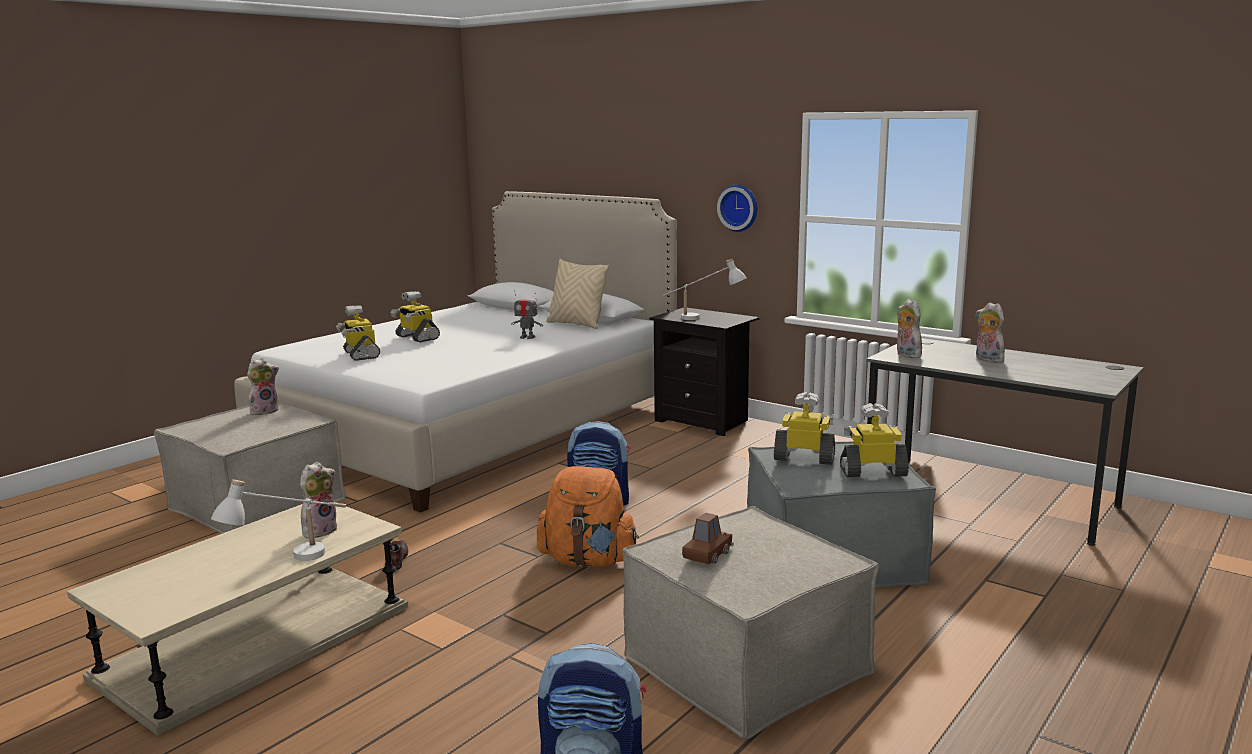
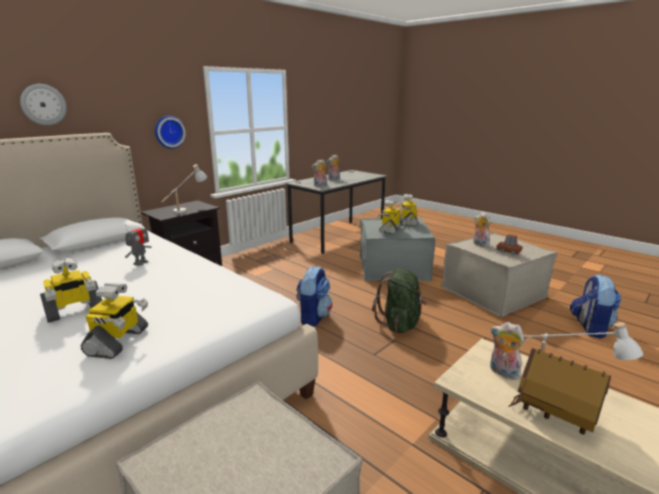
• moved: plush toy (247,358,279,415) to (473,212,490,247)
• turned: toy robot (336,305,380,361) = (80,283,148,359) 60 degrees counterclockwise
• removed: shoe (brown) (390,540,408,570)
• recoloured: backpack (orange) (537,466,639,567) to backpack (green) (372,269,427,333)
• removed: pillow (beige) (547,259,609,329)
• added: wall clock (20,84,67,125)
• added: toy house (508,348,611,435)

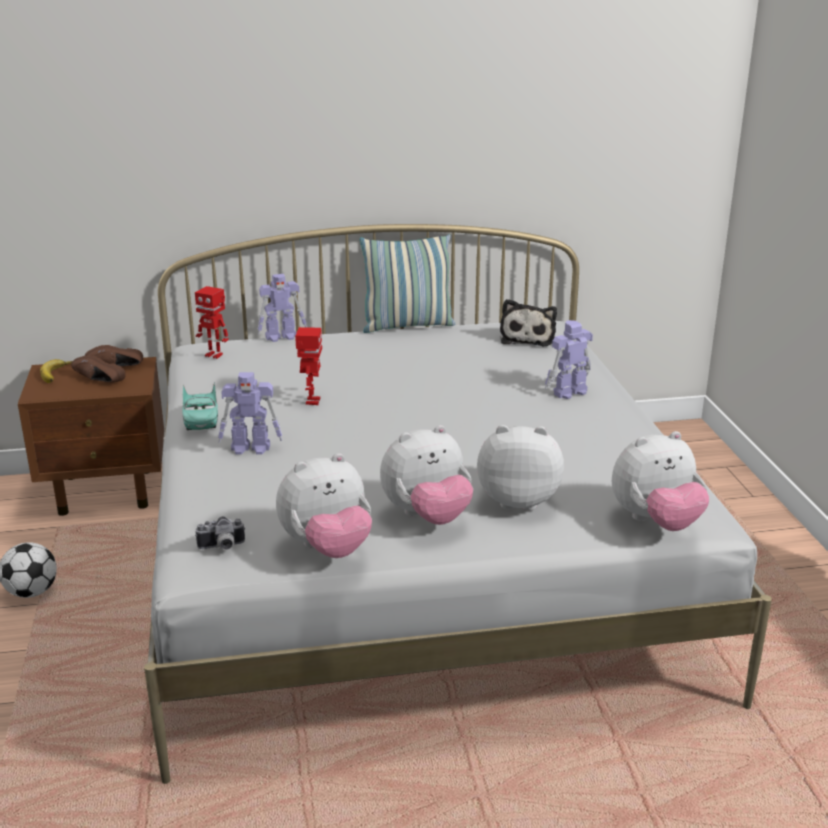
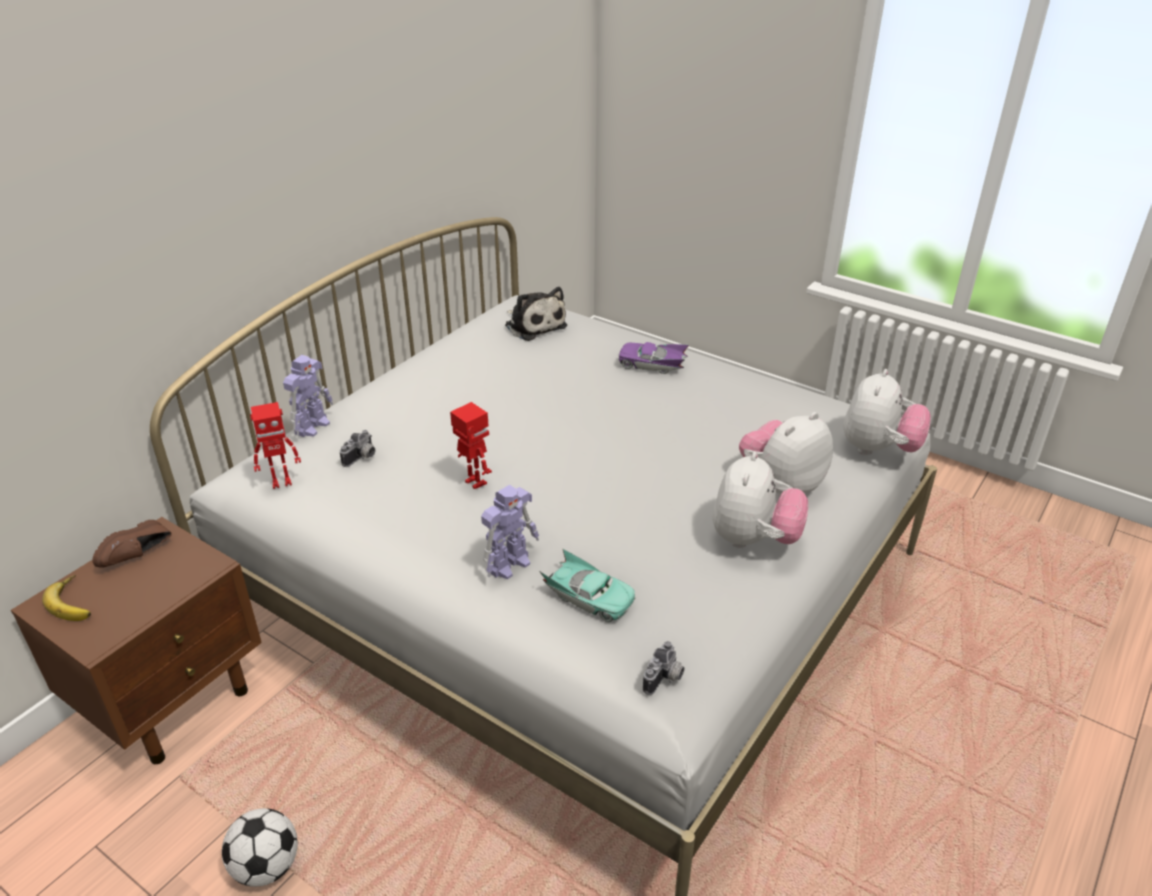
• removed: shoe (brown) (71,355,126,382)
• moved: toy car (turquoise) (182,382,218,430) to (539,548,635,622)
• removed: plush toy (276,453,372,558)
• removed: pillow (360,234,455,333)
• replaced: toy robot (545,320,593,399) to toy car (purple) (618,342,689,374)
• added: photo camera (340,430,375,467)

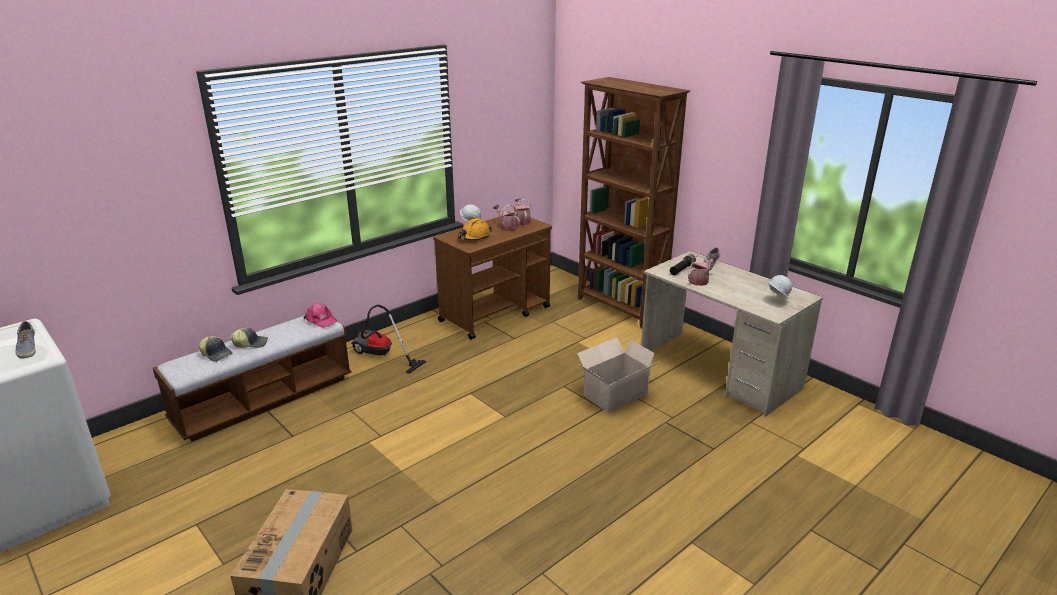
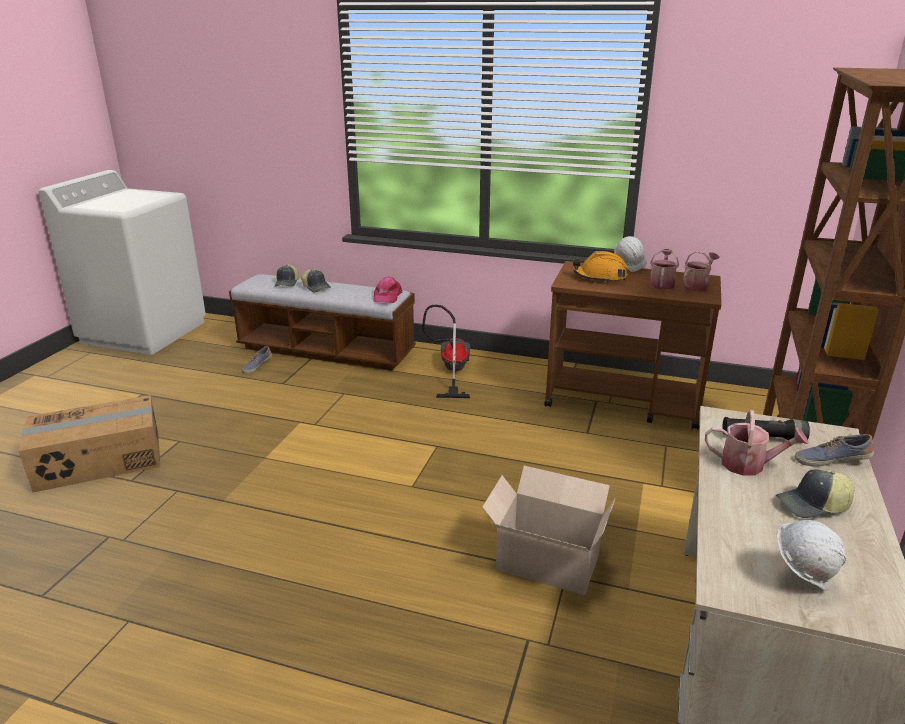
• moved: shoe (15,321,36,359) to (242,346,272,374)
• added: cap (776,469,855,518)

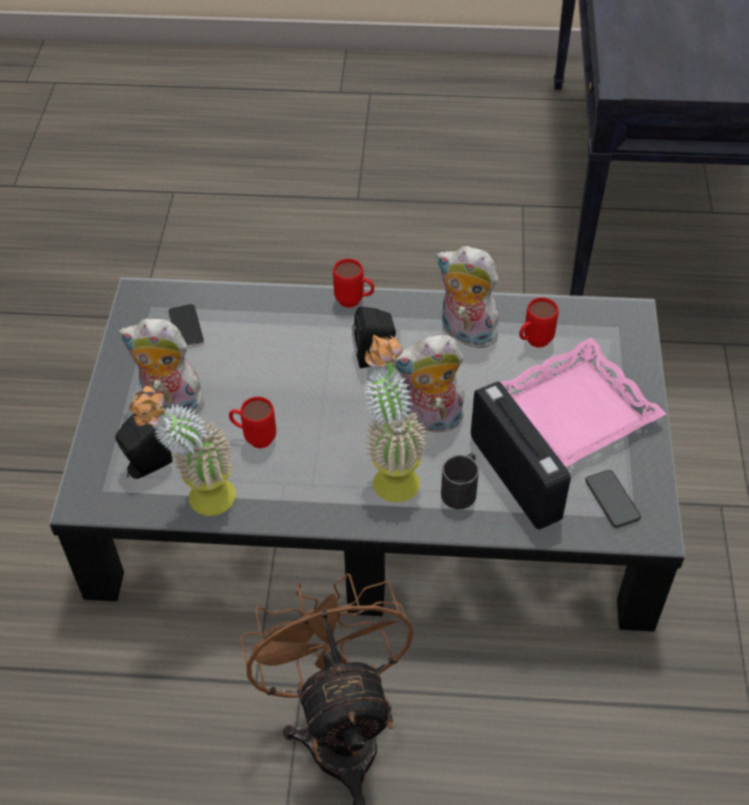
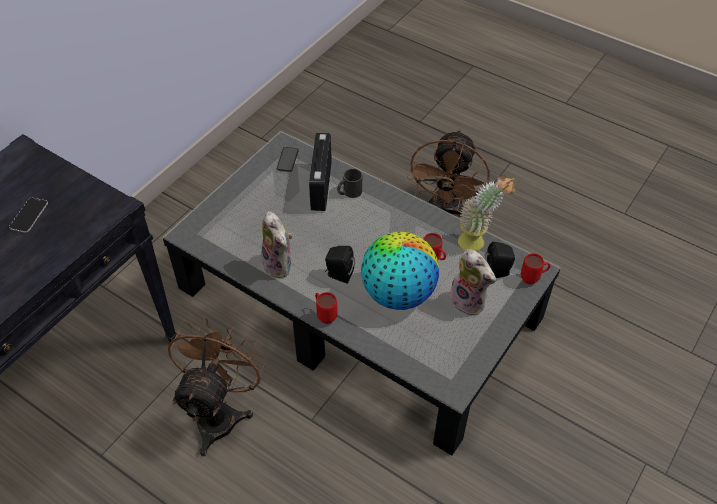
• moved: phone (168,304,205,348) to (9,198,48,233)
• removed: potted plant (364,335,428,503)
• removed: plush toy (391,335,464,433)
• removed: tray (pink) (501,338,666,467)
• moved: mug (red) (519,297,558,348) to (521,253,551,284)
• added: fan (brown) (168,318,267,456)
• added: globe (361,232,439,310)

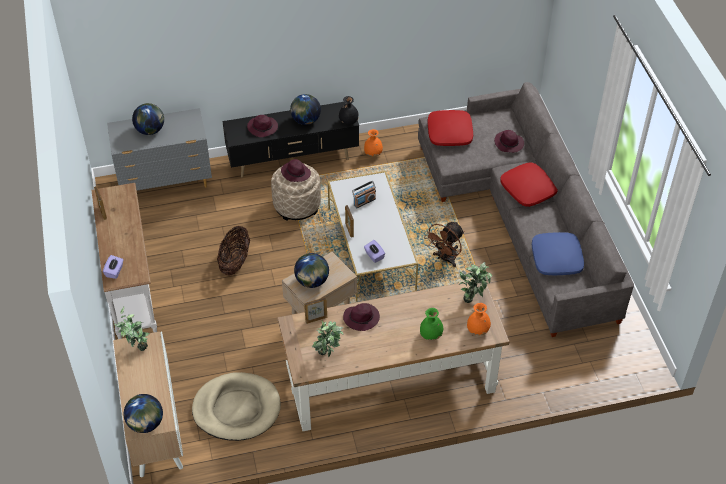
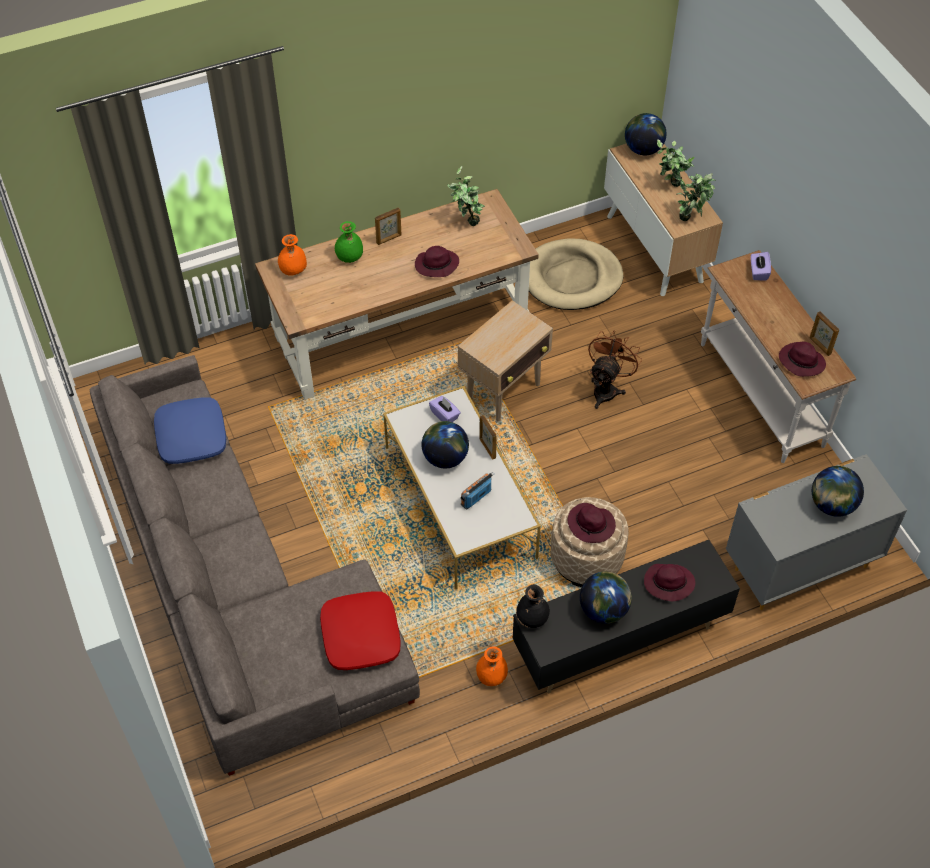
• removed: basket (217,226,250,276)
• moved: globe (294,253,329,288) to (422,421,469,468)
• moved: picture frame (304,297,327,324) to (375,207,402,245)
• moved: fan (brown) (424,222,464,267) to (588,330,642,409)
• moved: potted plant (459,262,492,303) to (657,139,695,187)
• moved: hat (purple) (494,130,524,153) to (779,342,826,377)
• removed: pillow (red) (500,162,558,207)

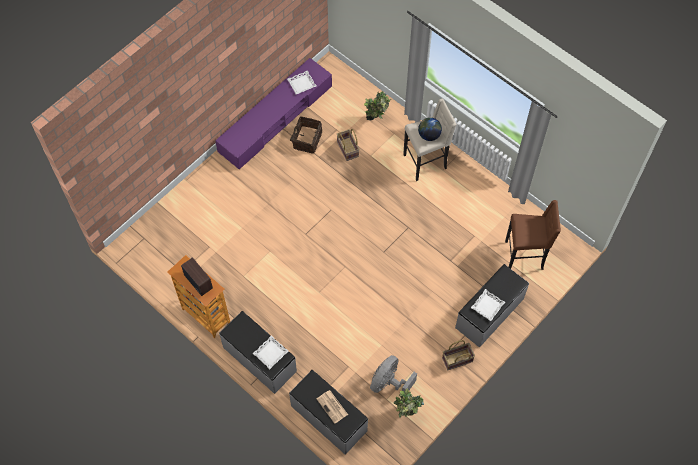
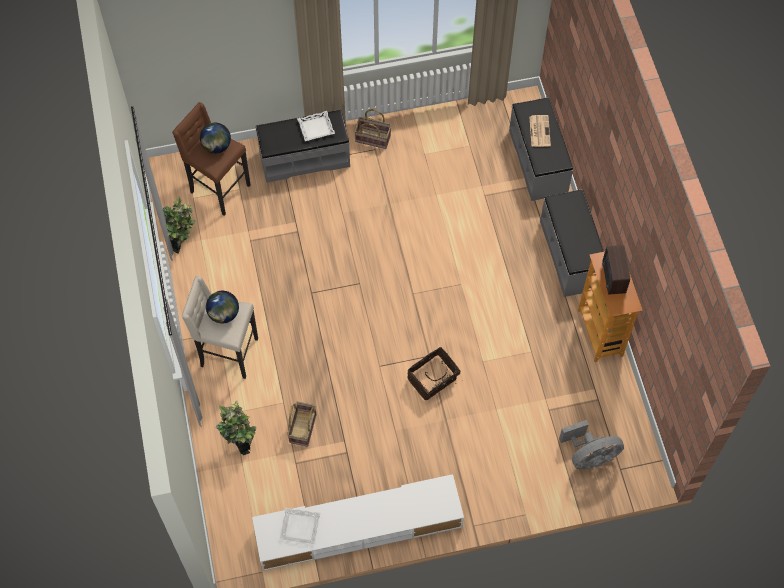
• recoloured: tv stand (purple) (215,58,332,169) to tv stand (white) (252,474,464,571)
• removed: tray (white) (252,335,288,369)
• moved: basket (285,117,322,154) to (407,347,460,400)
• moved: fan (grey) (370,355,417,393) to (559,420,624,469)
• moved: potted plant (393,388,424,418) to (163,196,196,254)
• added: globe (200,123,231,154)

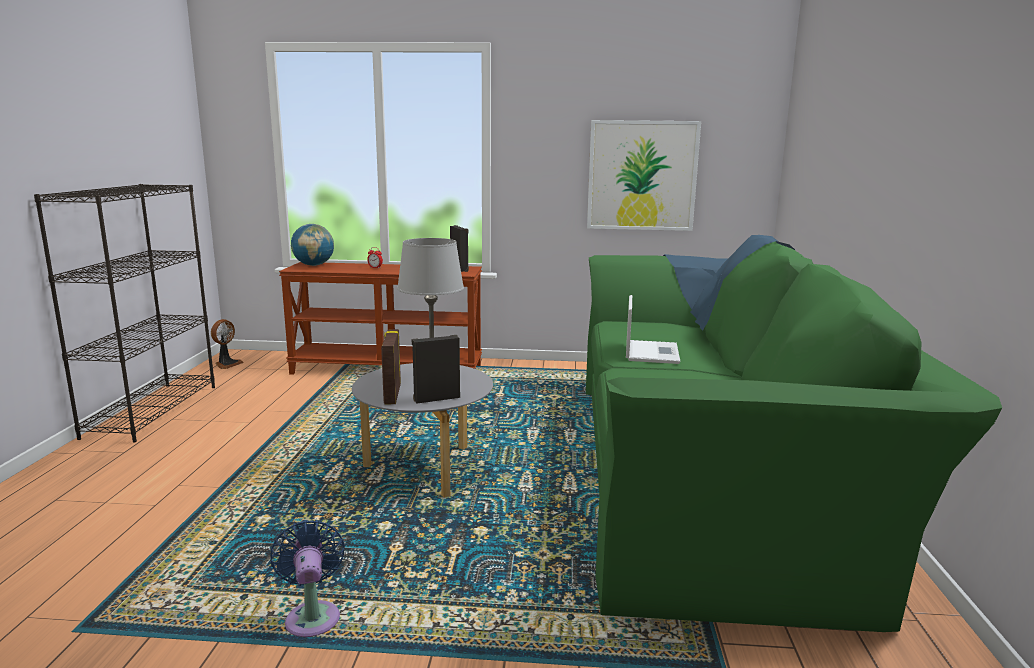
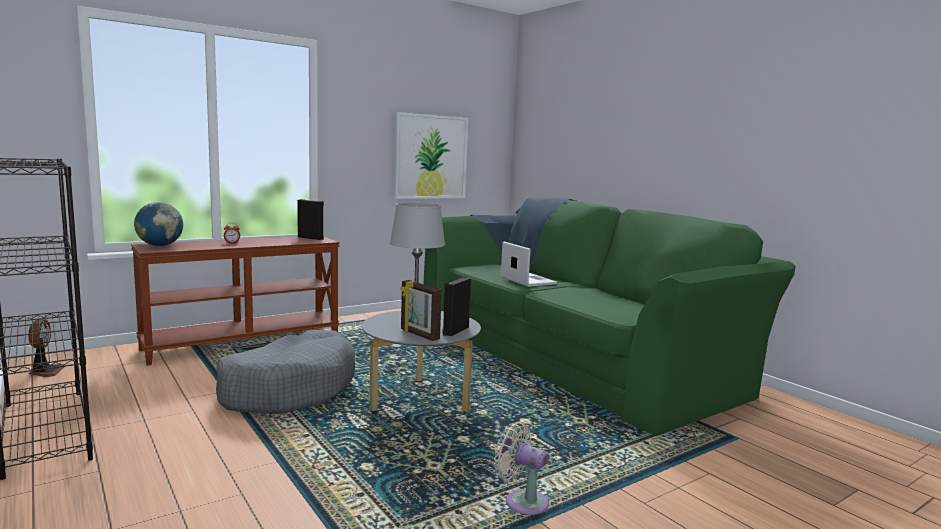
• recoloured: fan (blue) (271,520,345,637) to fan (beige) (494,422,549,515)
• added: dog bed (grey) (216,330,355,414)

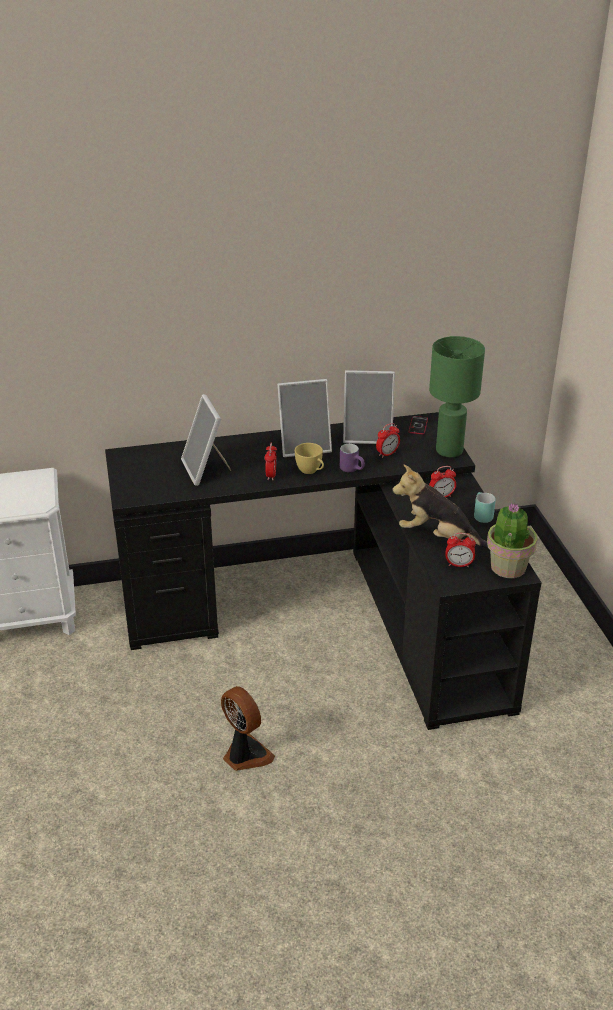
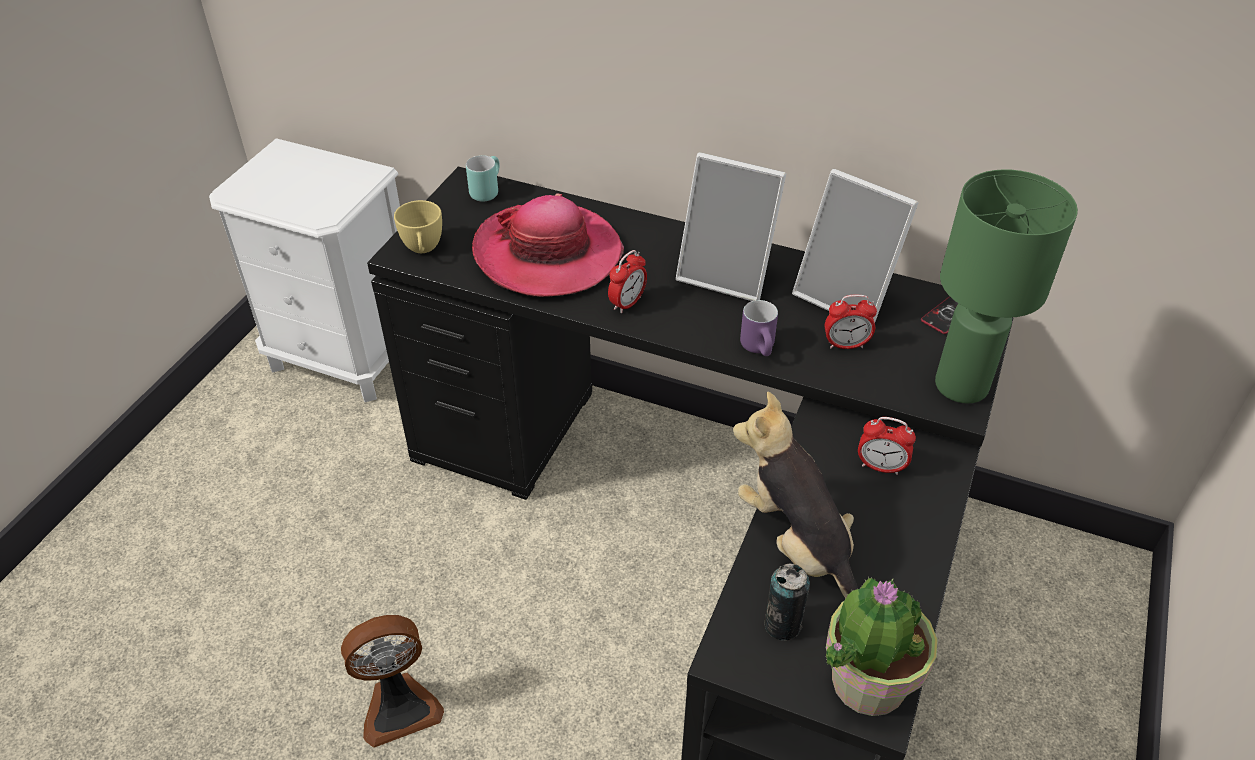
• replaced: picture frame (181,394,231,486) to hat (472,193,624,297)
• turned: fan (221,686,275,771) = (341,615,444,748) 75 degrees clockwise
• moved: cup (yellow) (295,443,324,474) to (394,200,442,253)
• replaced: alarm clock (445,533,476,568) to can (765,563,810,641)
• moved: mug (turquoise) (474,492,496,523) to (466,155,500,202)

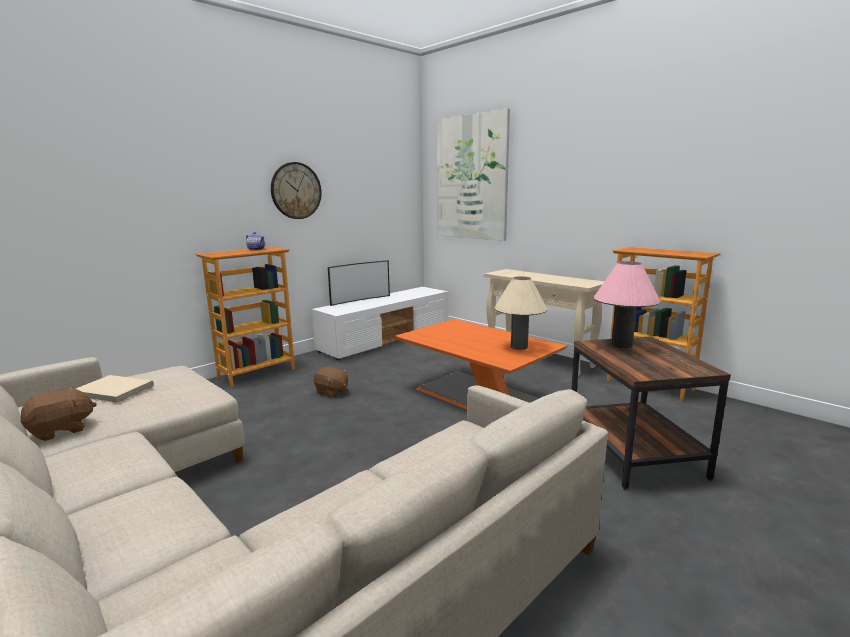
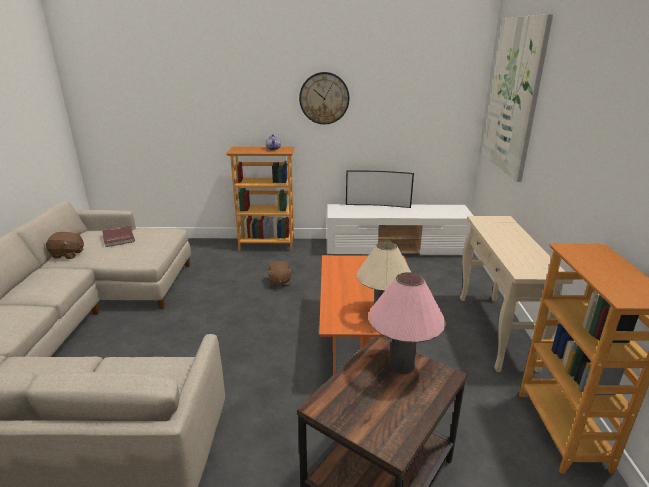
• recoloured: book (beige) (76,375,154,403) to book (red) (102,226,135,247)

